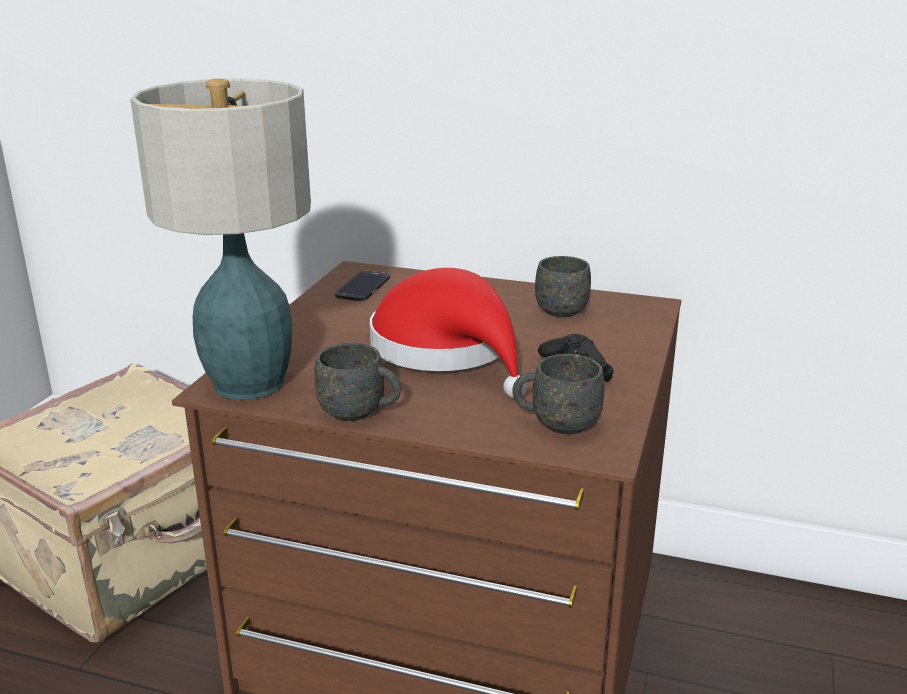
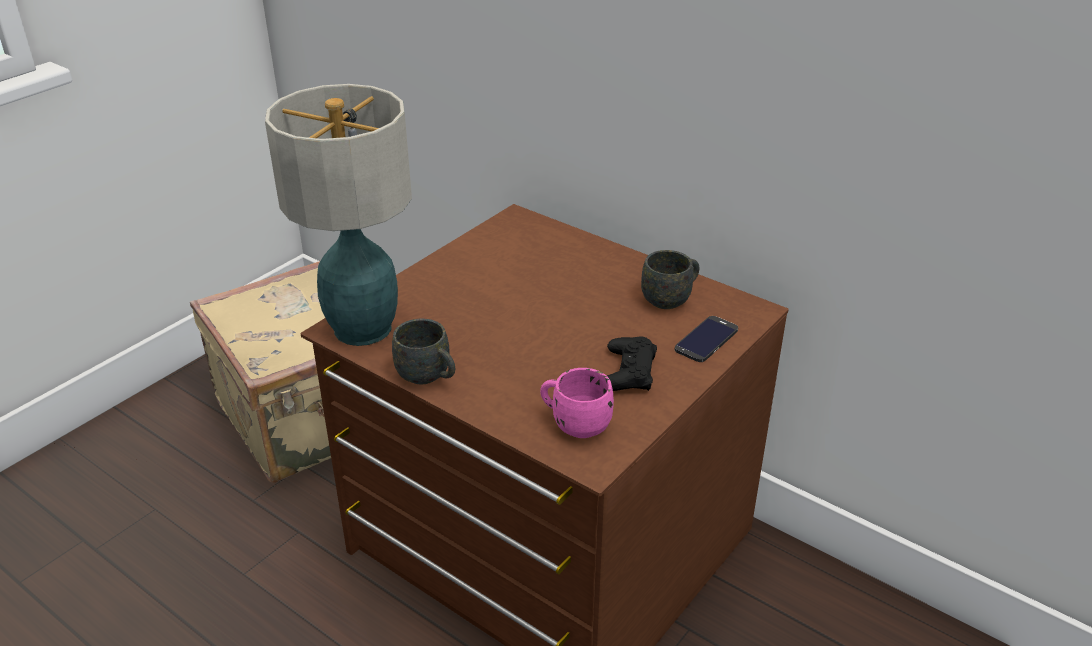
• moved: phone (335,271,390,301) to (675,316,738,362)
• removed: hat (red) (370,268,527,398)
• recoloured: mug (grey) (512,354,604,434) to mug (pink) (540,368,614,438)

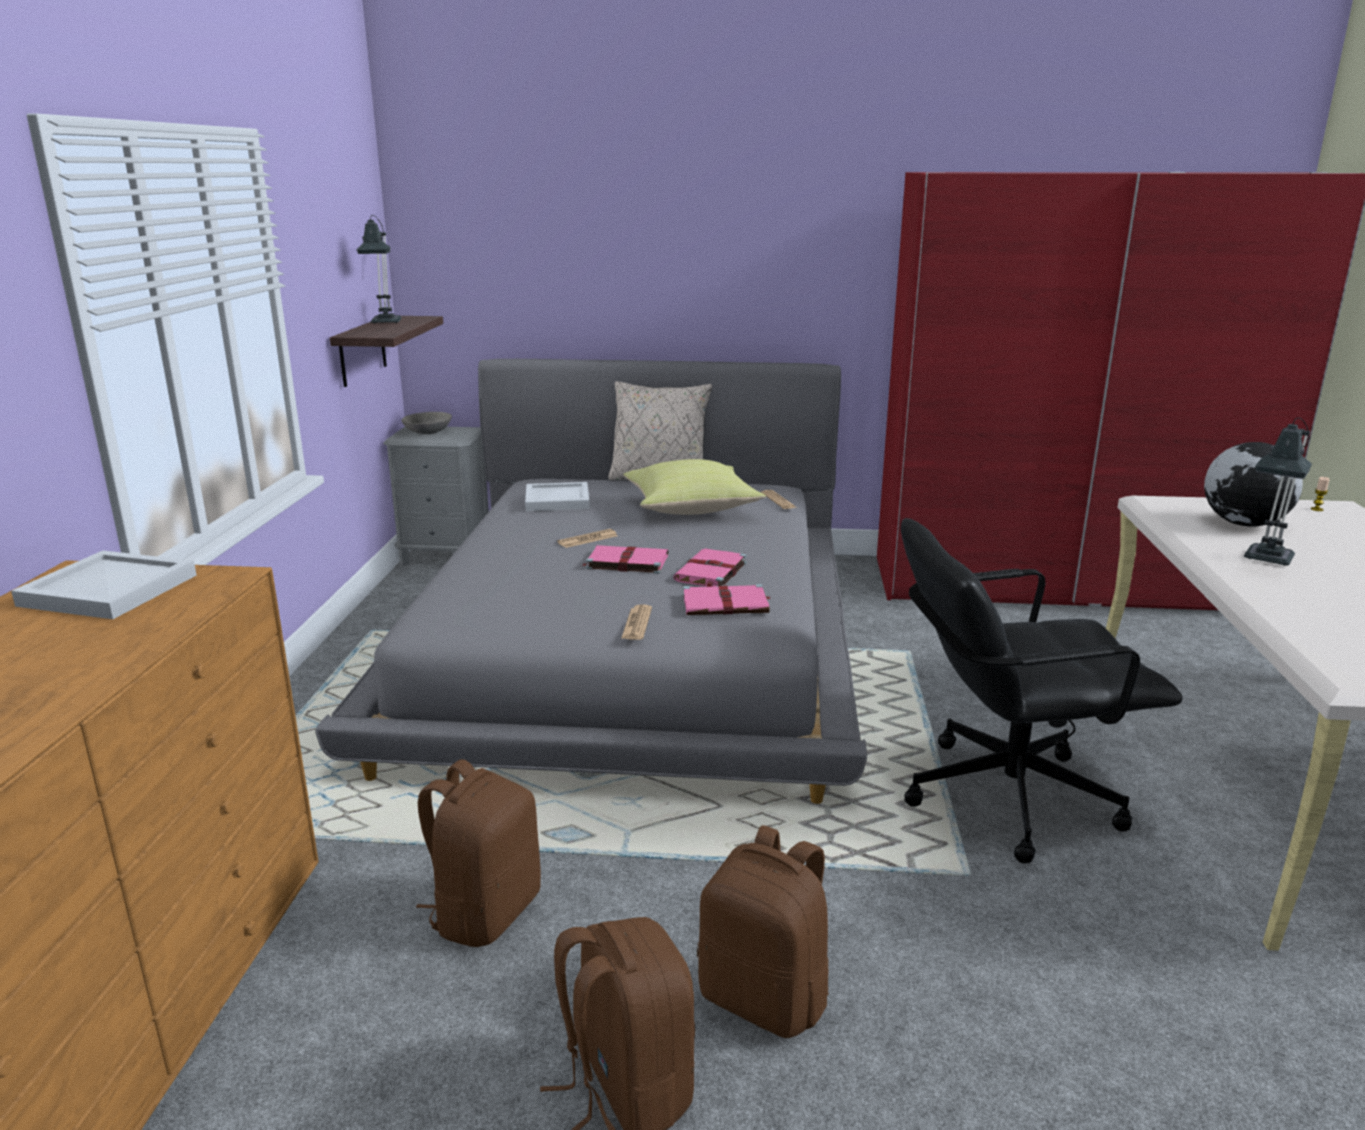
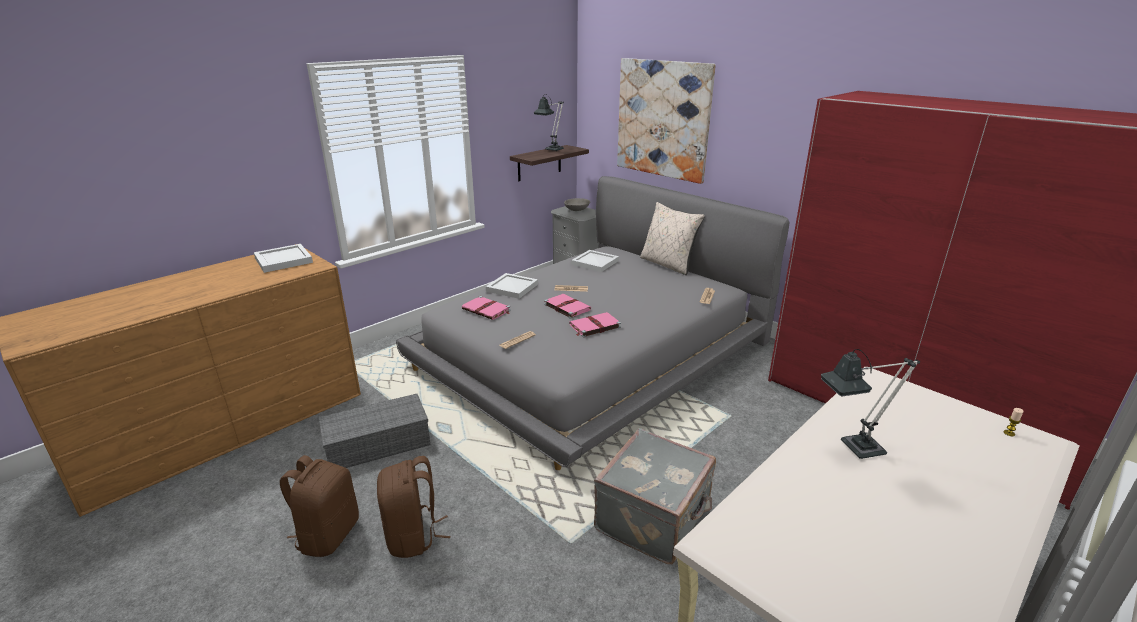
• replaced: backpack (brown) (416,759,541,947) to storage box (grey) (319,394,430,468)
• removed: pillow (yellow) (623,459,766,515)
• moved: book (pink) (683,584,771,615) to (462,296,511,320)
• replaced: office chair (black) (901,518,1183,864) to suitcase (grey) (594,428,716,564)
• removed: globe (1204,442,1303,527)
• added: tray (white) (486,273,538,299)
• added: picture (617,58,716,184)

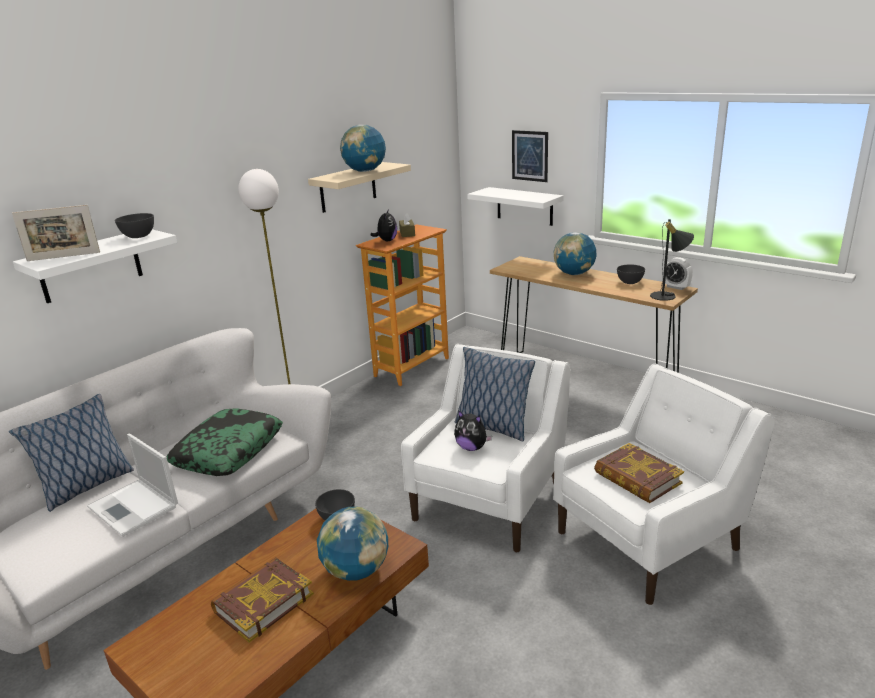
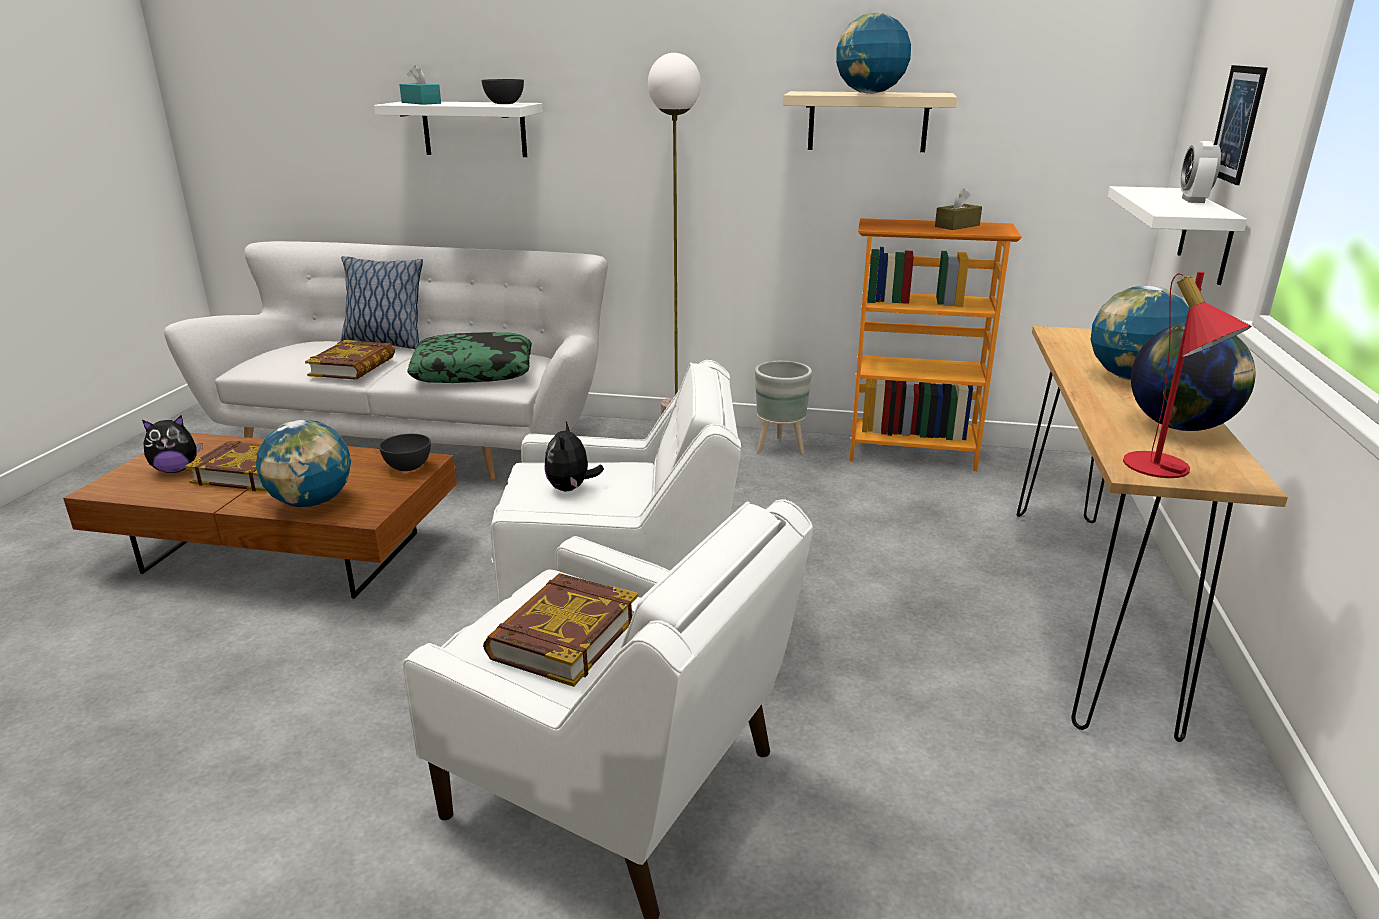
• replaced: picture frame (12,205,100,261) to tissue box (turquoise) (399,65,441,105)
• replaced: laptop (87,434,178,537) to book (305,340,395,380)
• moved: plush toy (371,210,397,241) to (142,416,203,473)
• removed: pillow (455,347,535,441)
• replaced: bowl (grey) (617,264,645,284) to globe (1131,323,1255,431)
• recoloured: table lamp (black) (650,219,694,301) to table lamp (red) (1123,271,1252,478)
• moved: alarm clock (662,257,693,290) to (1181,141,1221,203)
• added: planter (grey) (755,361,812,454)

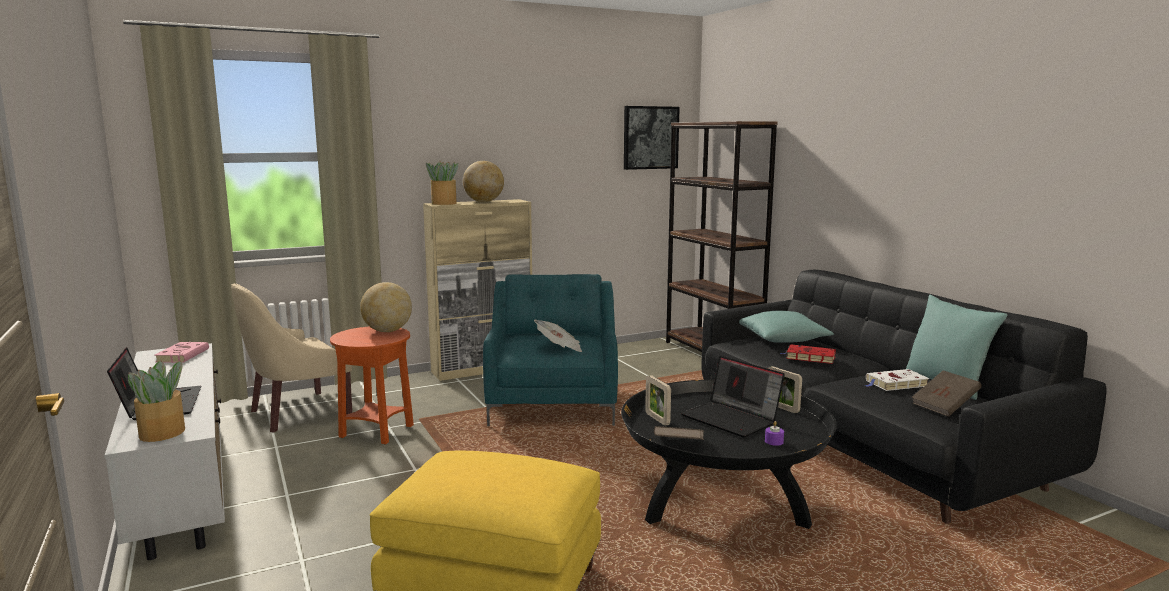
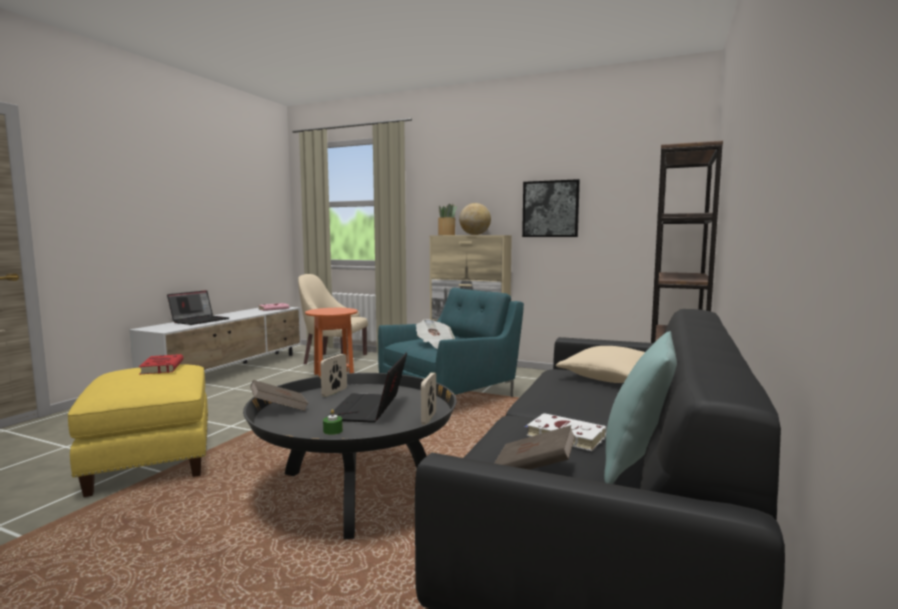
• removed: potted plant (128,360,185,442)
• removed: globe (360,282,412,332)
• moved: picture (624,106,680,170) to (522,179,580,237)
• recoloured: pillow (turquoise) (739,311,834,343) to pillow (beige) (556,346,645,383)
• recoloured: candle (purple) (765,421,784,446) to candle (green) (323,409,343,435)
• moved: book (red) (780,344,836,364) to (139,354,183,375)

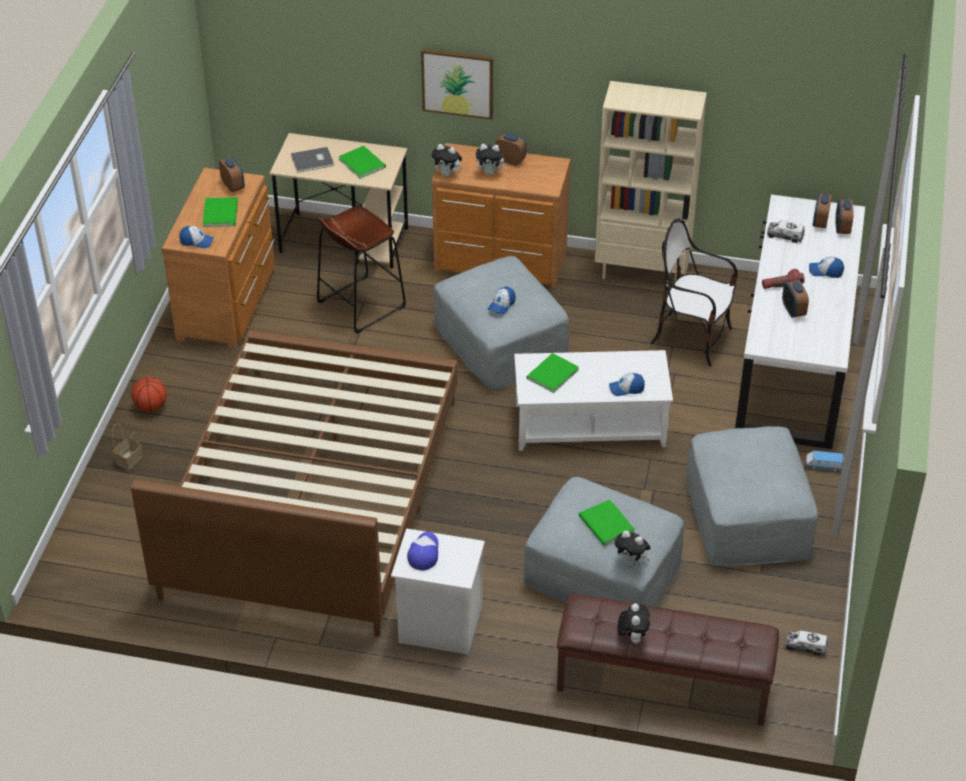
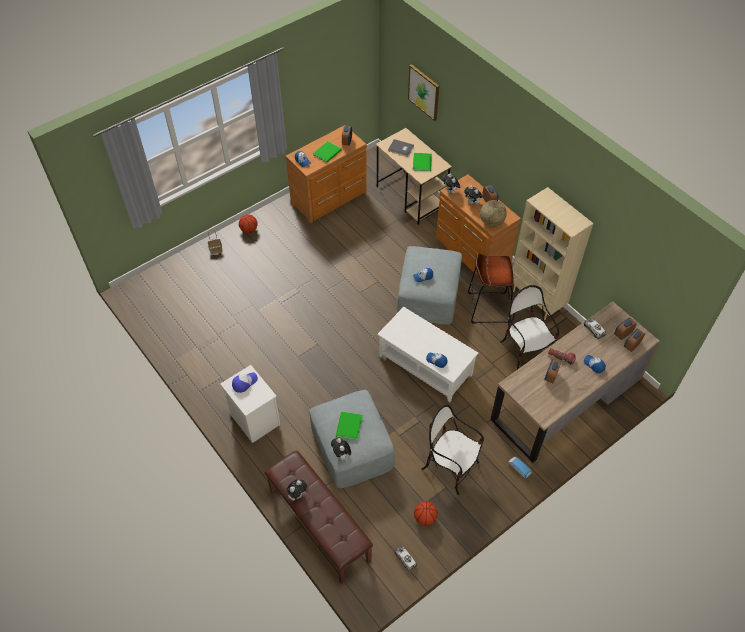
• removed: bed (brown) (131,330,458,637)
• moved: stool (brown) (317,205,406,334) to (468,254,514,324)
• moved: picture (421,48,493,120) to (408,64,439,121)
• removed: book (green) (526,353,579,393)
• replaced: ottoman (grey) (686,426,818,566) to chair (422,404,484,495)
• recoloured: desk (white) (735,195,865,449) to desk (brown) (490,301,660,463)
• added: basketball (414,501,438,526)
• added: globe (480,200,507,227)

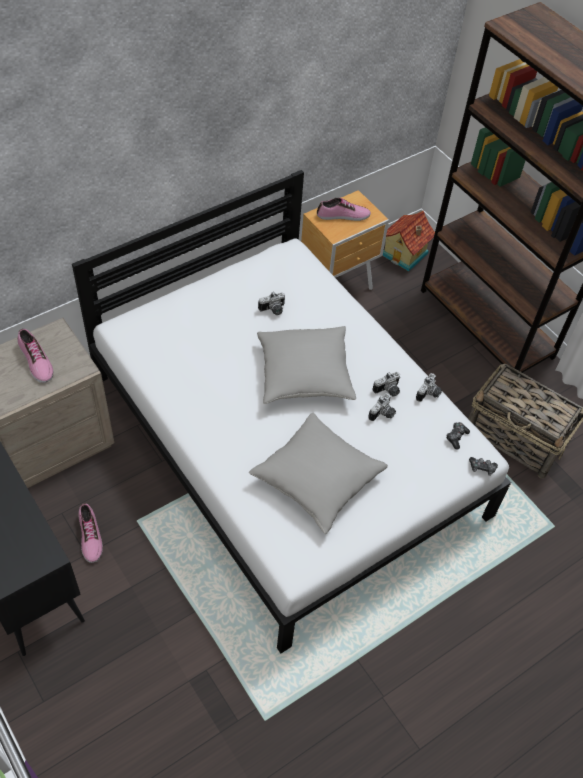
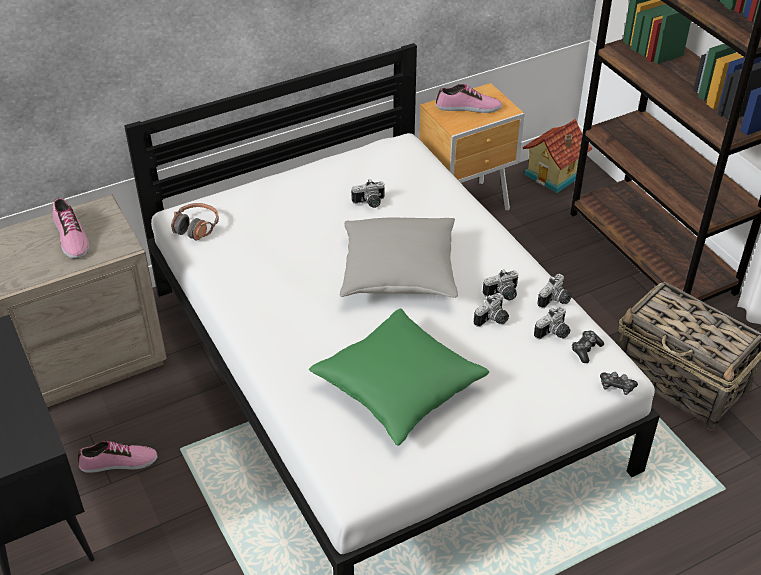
• turned: shoe (79,503,103,563) = (78,441,158,473) 90 degrees counterclockwise
• recoloured: pillow (grey) (249,413,388,534) to pillow (green) (309,309,489,446)
• added: headphones (171,203,219,240)
• added: photo camera (534,306,570,339)

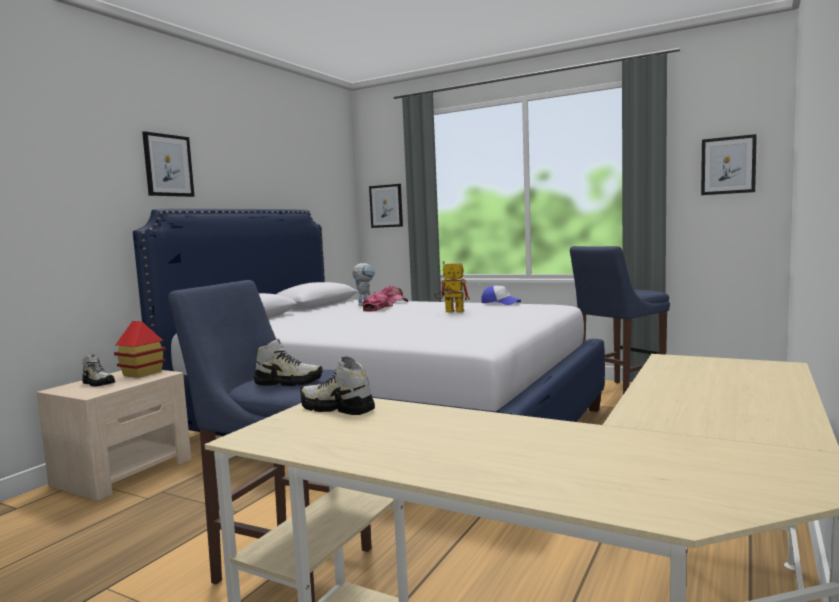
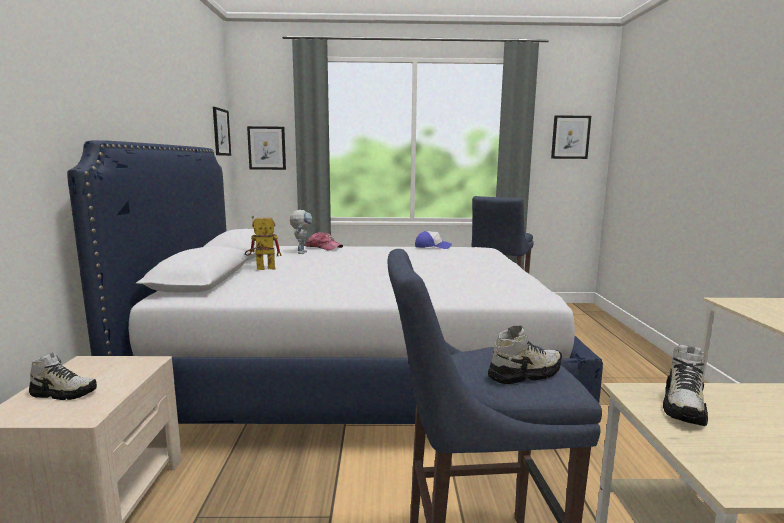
• removed: toy house (114,321,166,378)
• moved: picture (142,131,195,197) to (213,107,231,156)
• turned: shoe (300,356,375,415) = (663,345,708,426) 60 degrees counterclockwise
• removed: cap (362,292,393,312)
• moved: toy robot (434,261,470,313) to (245,216,282,270)

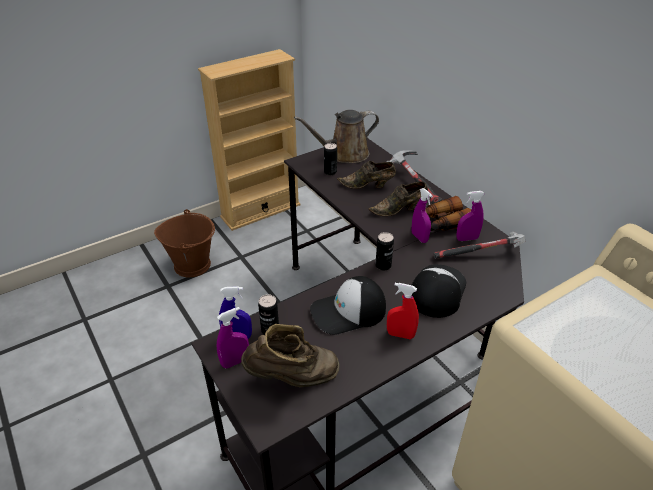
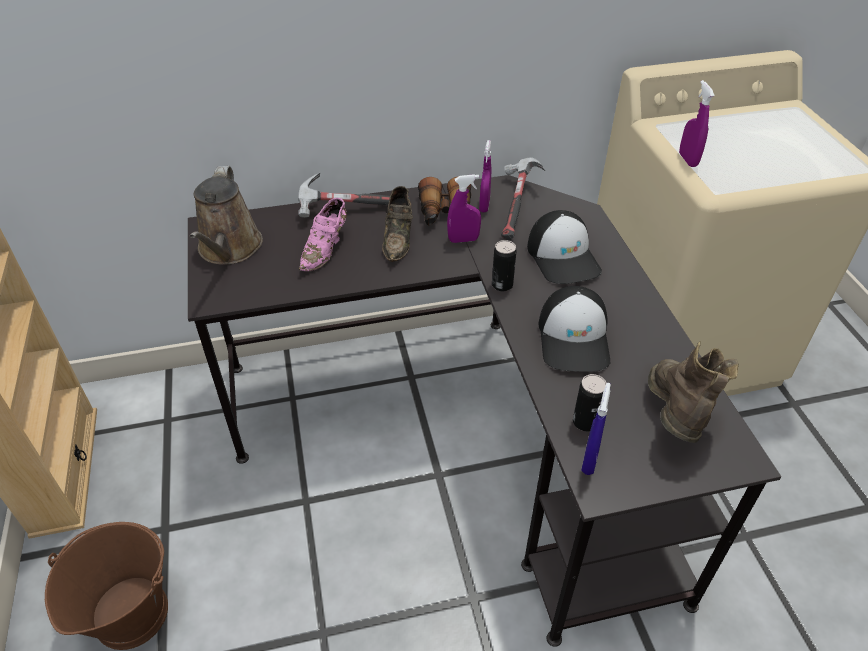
• moved: spray bottle (purple) (217,307,249,368) to (679,80,715,167)
• removed: can (324,143,337,175)
• recoloured: shoe (brown) (337,161,396,189) to shoe (pink) (299,198,347,271)
• removed: spray bottle (red) (387,283,419,339)
• turned: cap (412,264,466,318) = (527,210,602,284) 150 degrees counterclockwise

